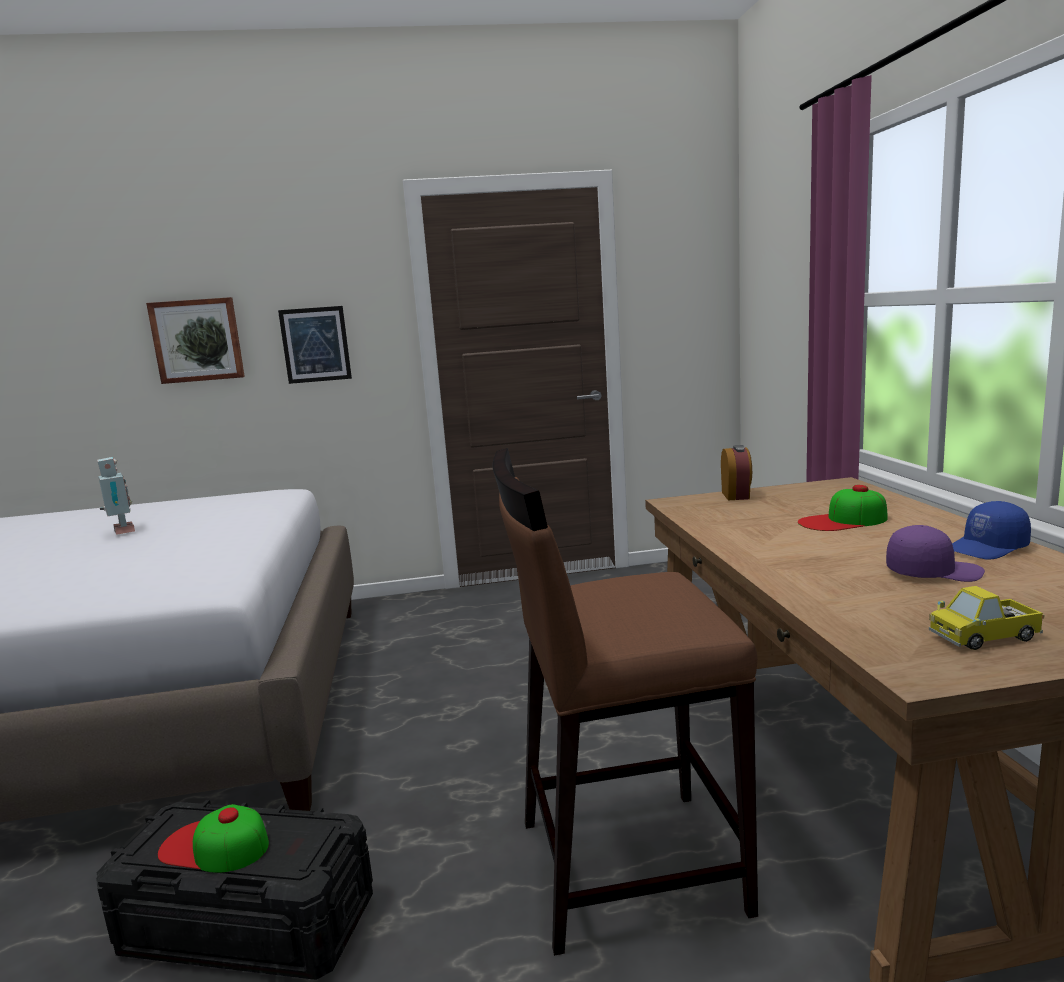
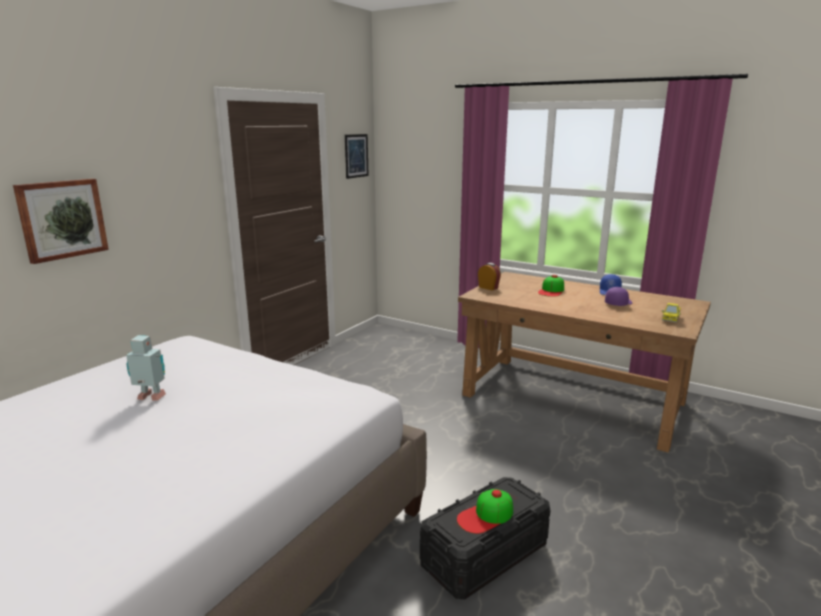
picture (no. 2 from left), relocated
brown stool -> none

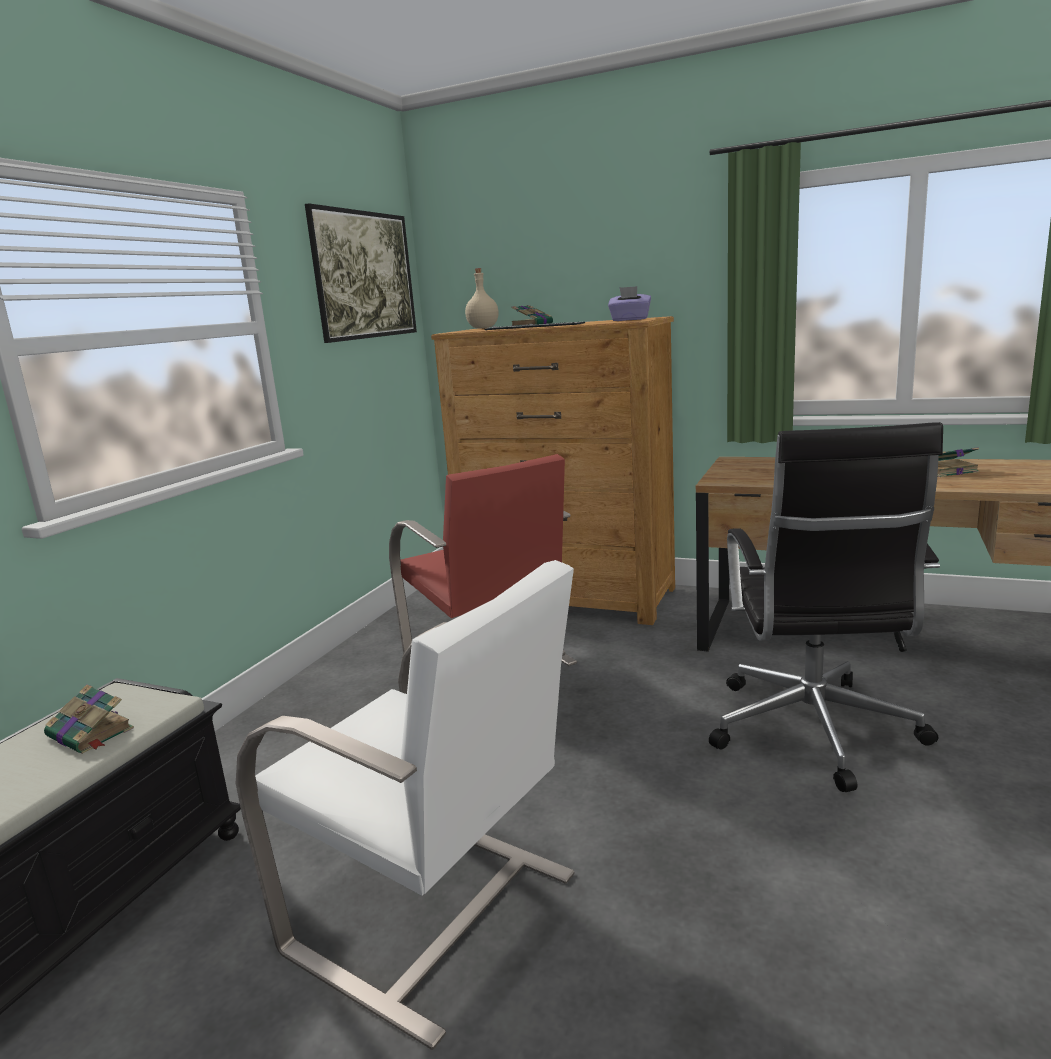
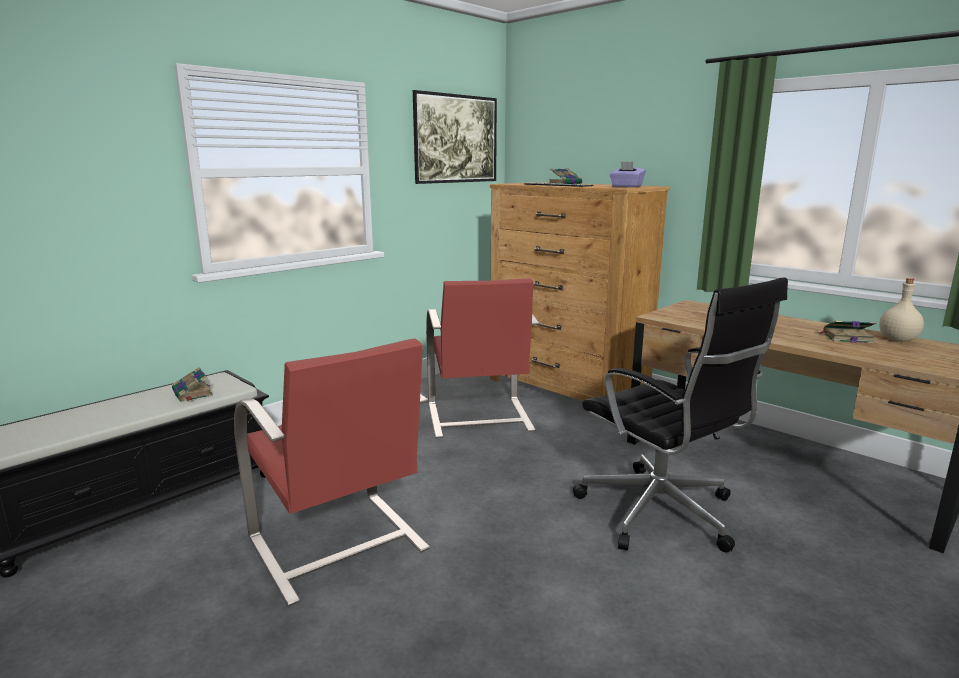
white armchair -> red armchair (no. 1 from left)
black office chair, 60 degrees counterclockwise
beige bottle, relocated

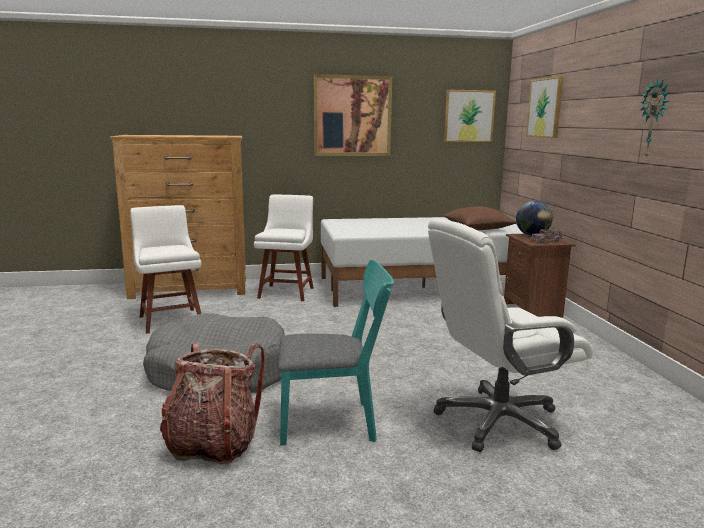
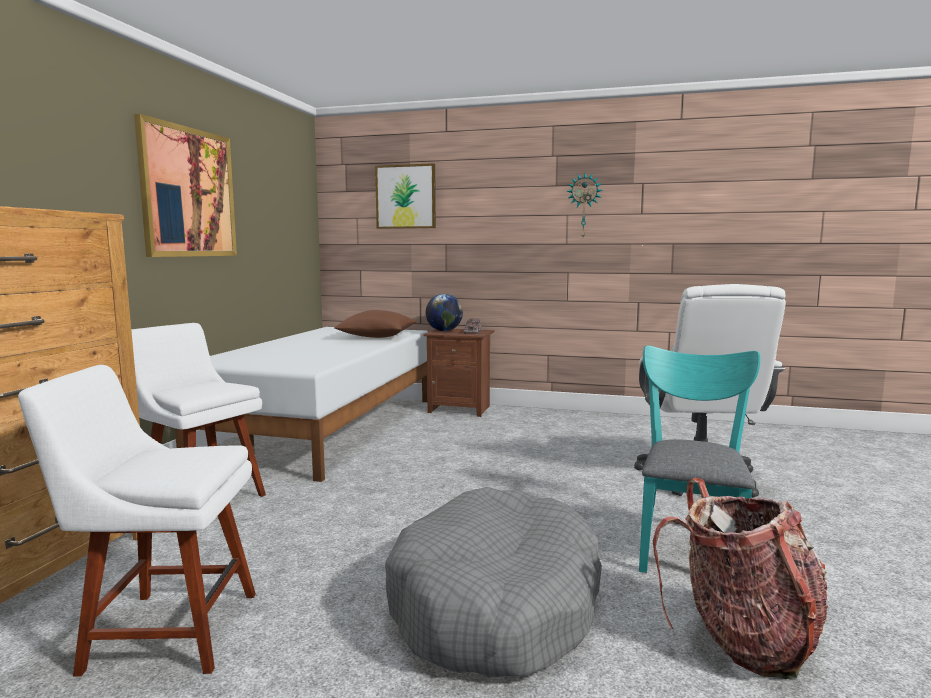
picture (no. 2 from left) -> none

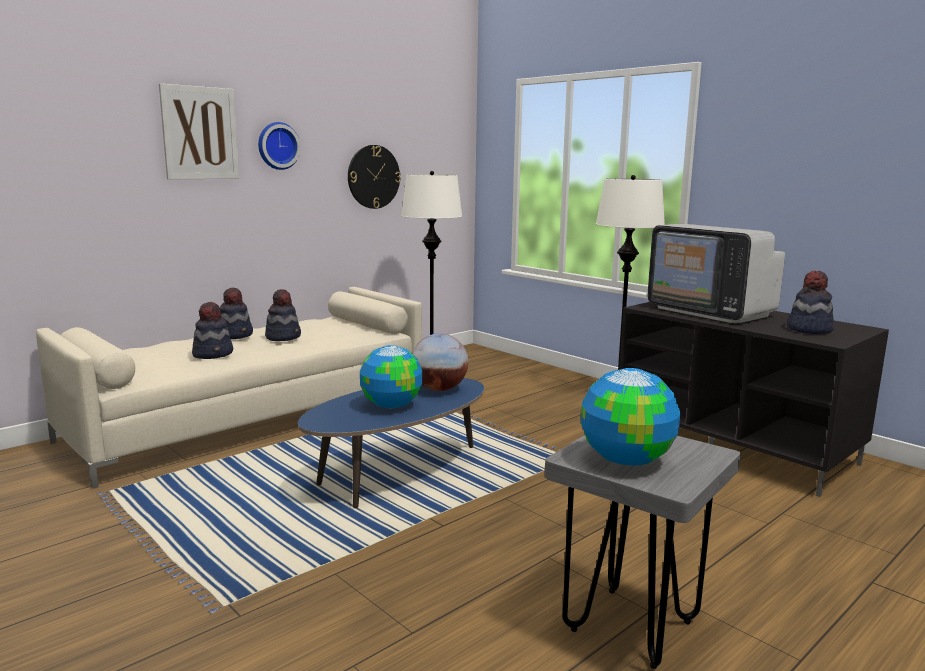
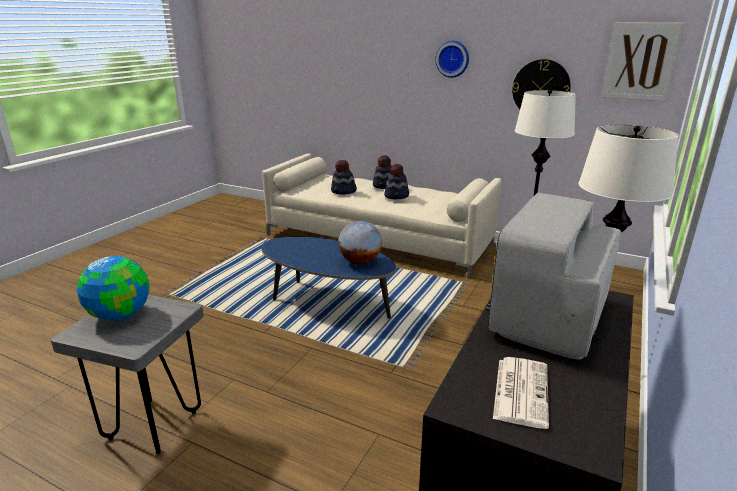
hat (no. 4 from left) -> newspaper
picture, relocated
globe (no. 1 from left) -> none

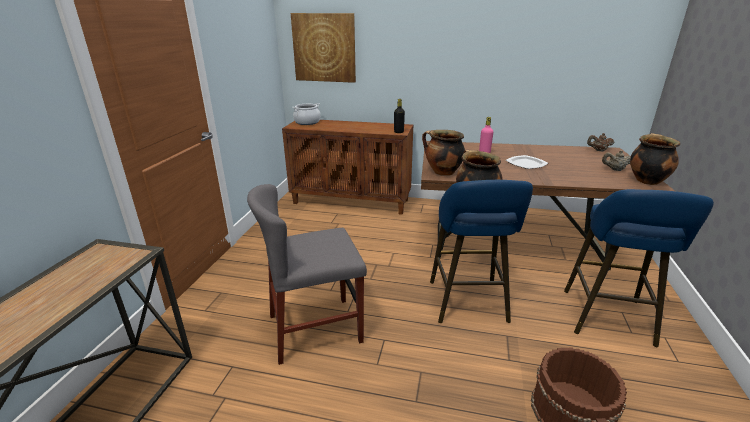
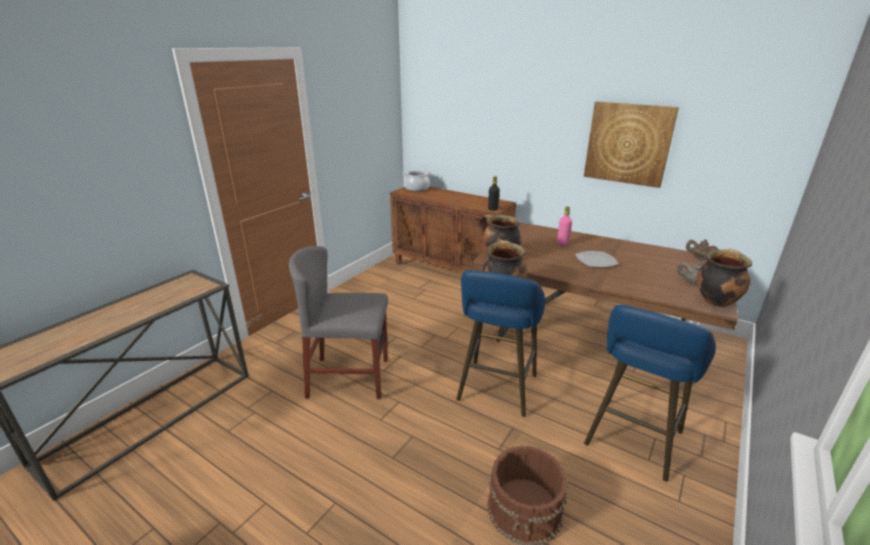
picture, relocated

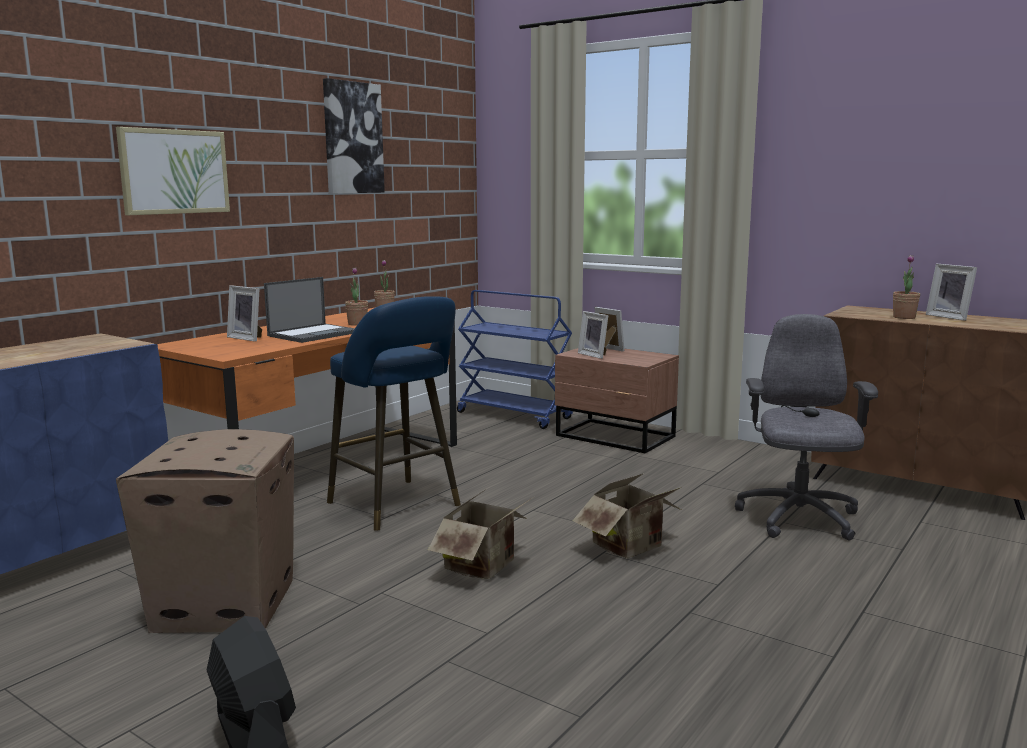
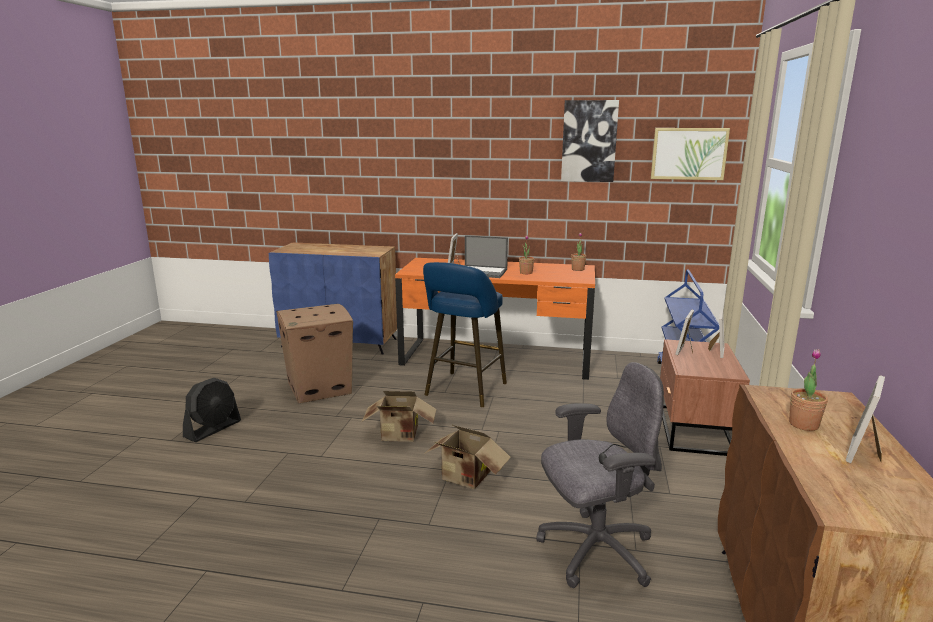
picture (no. 1 from left in the first image) -> picture (no. 2 from left), relocated

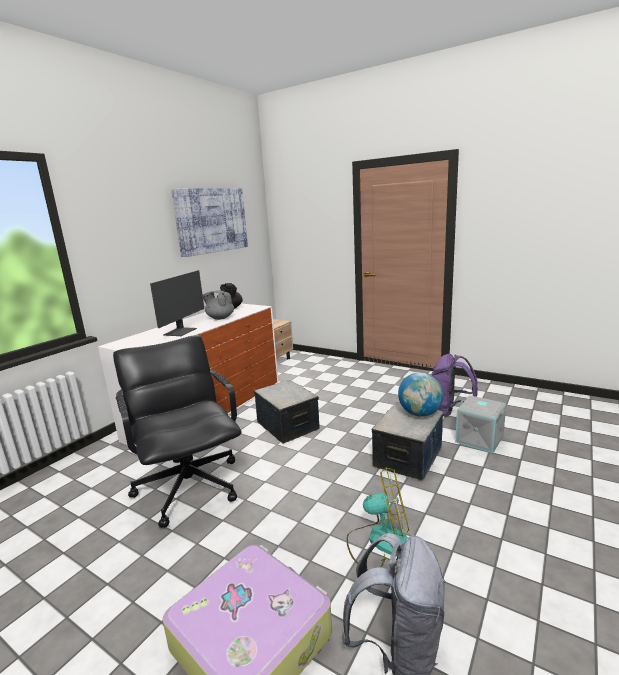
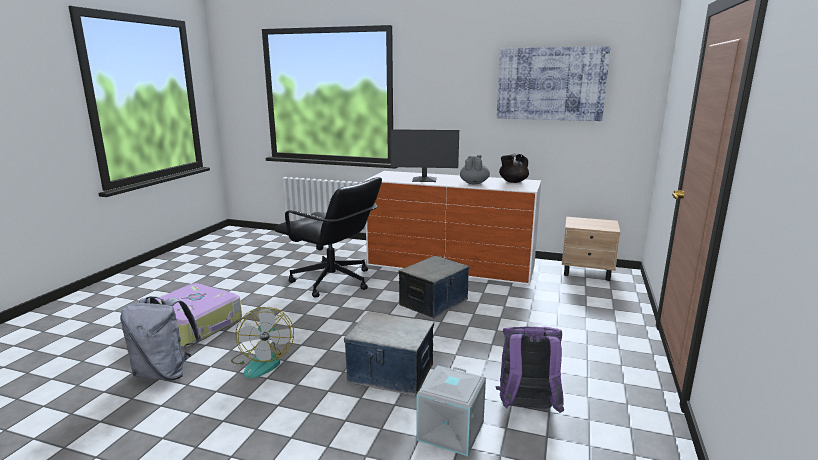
black office chair, 75 degrees clockwise
globe -> none

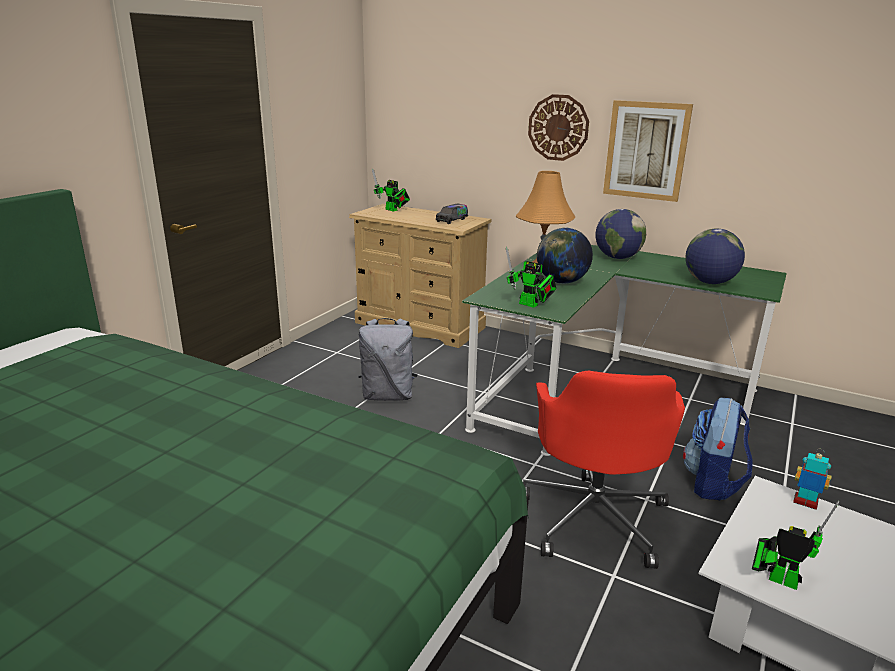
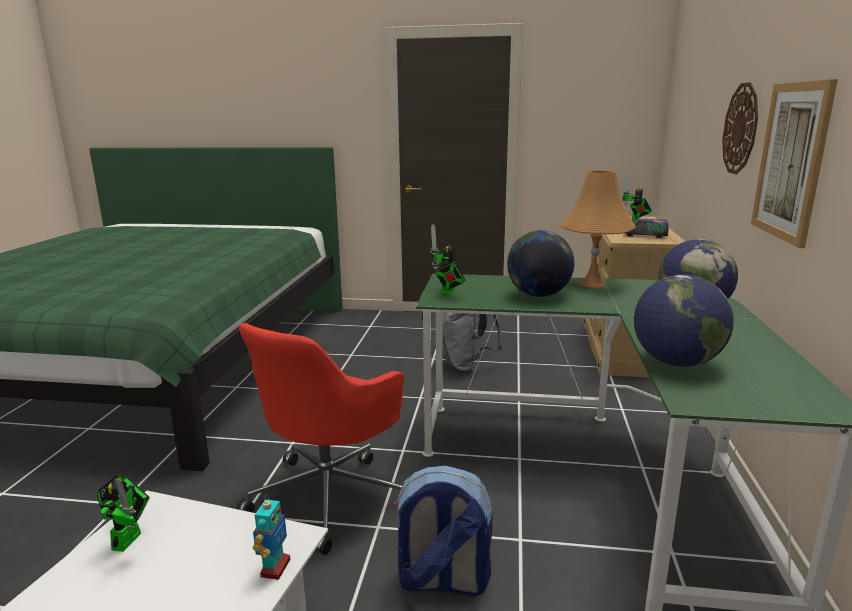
red office chair, 45 degrees counterclockwise

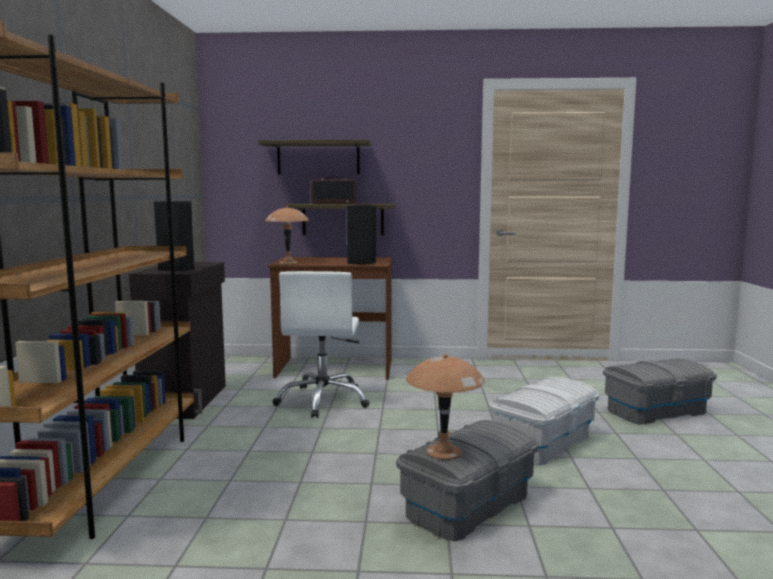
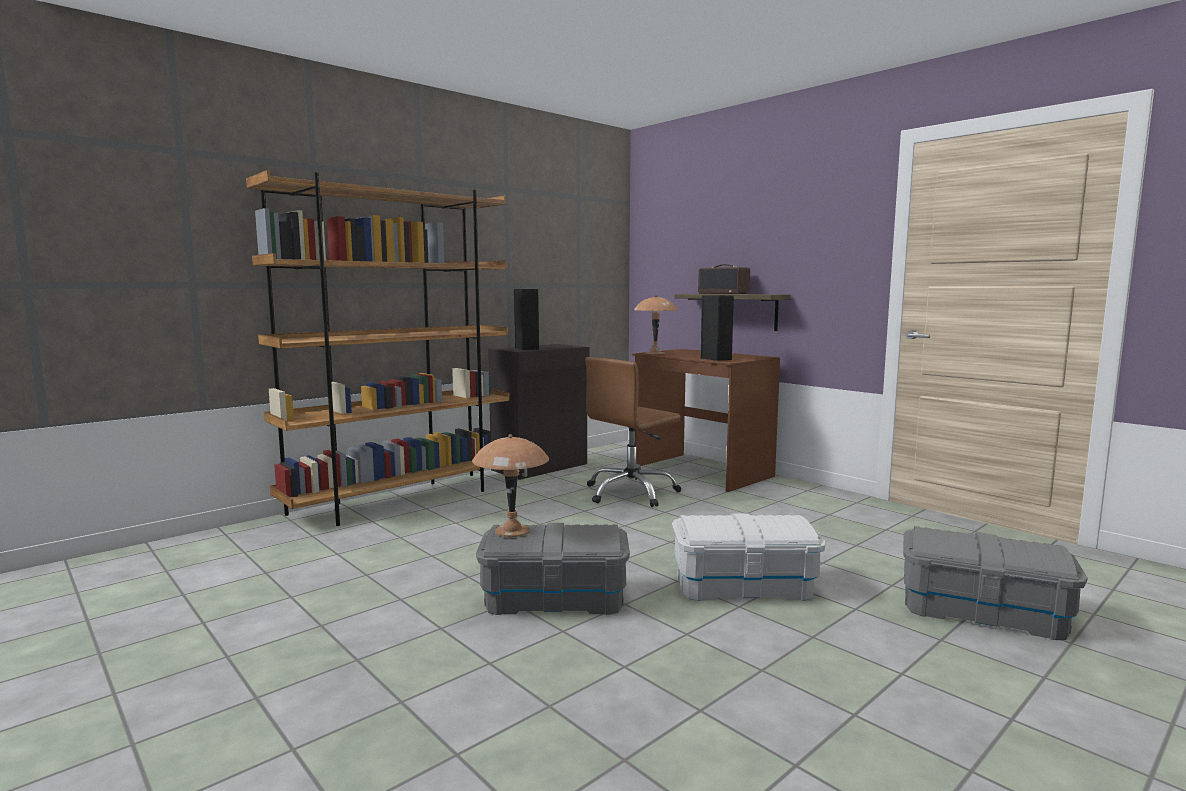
white office chair -> brown office chair
shelf (no. 1 from left) -> none

